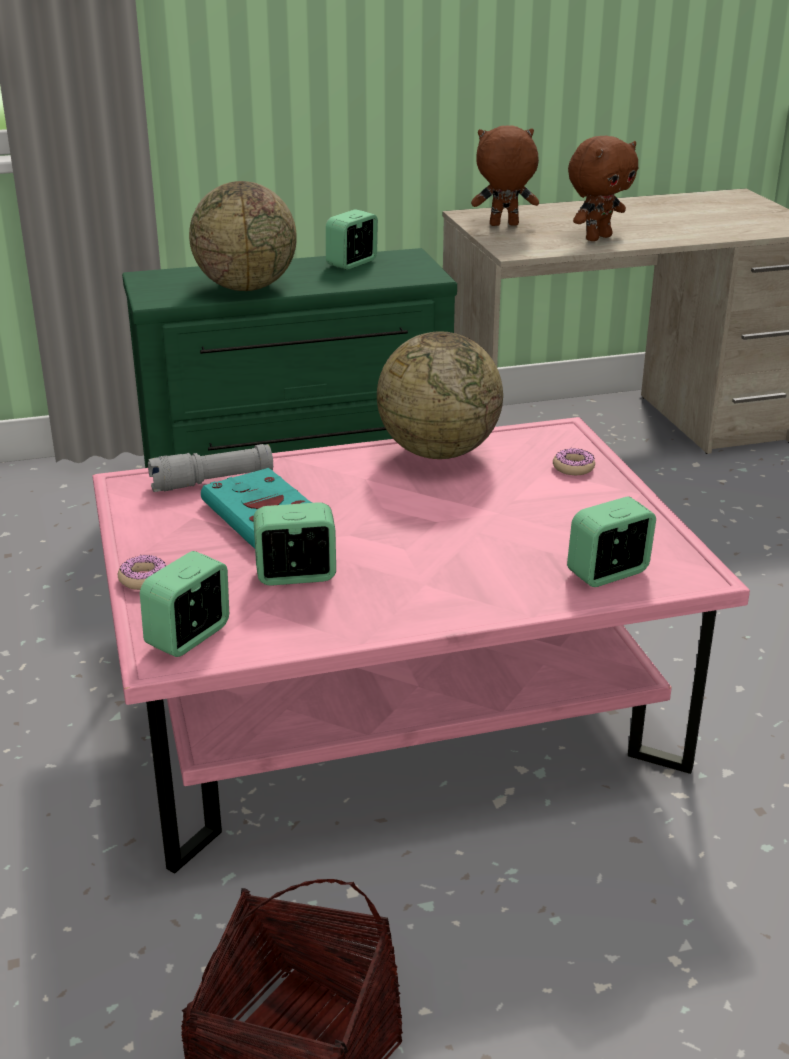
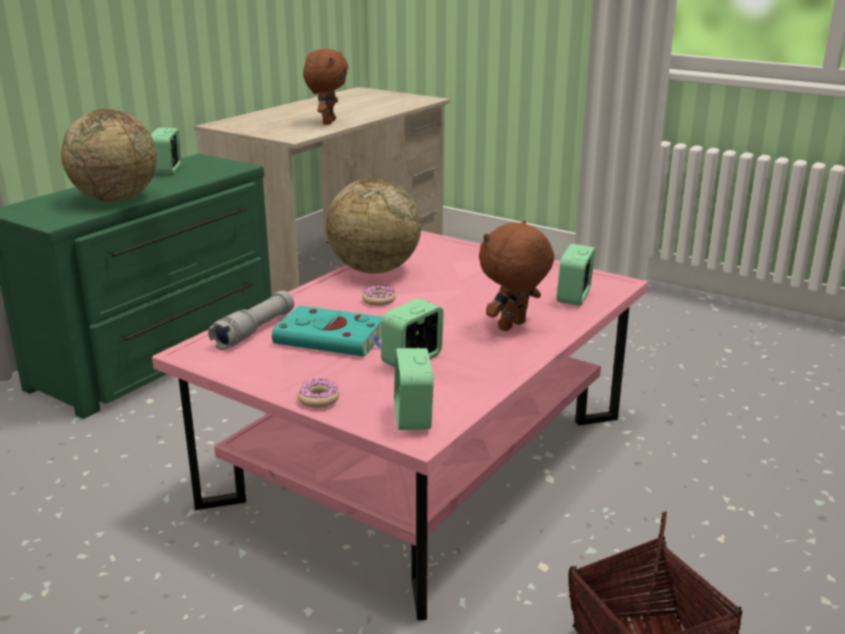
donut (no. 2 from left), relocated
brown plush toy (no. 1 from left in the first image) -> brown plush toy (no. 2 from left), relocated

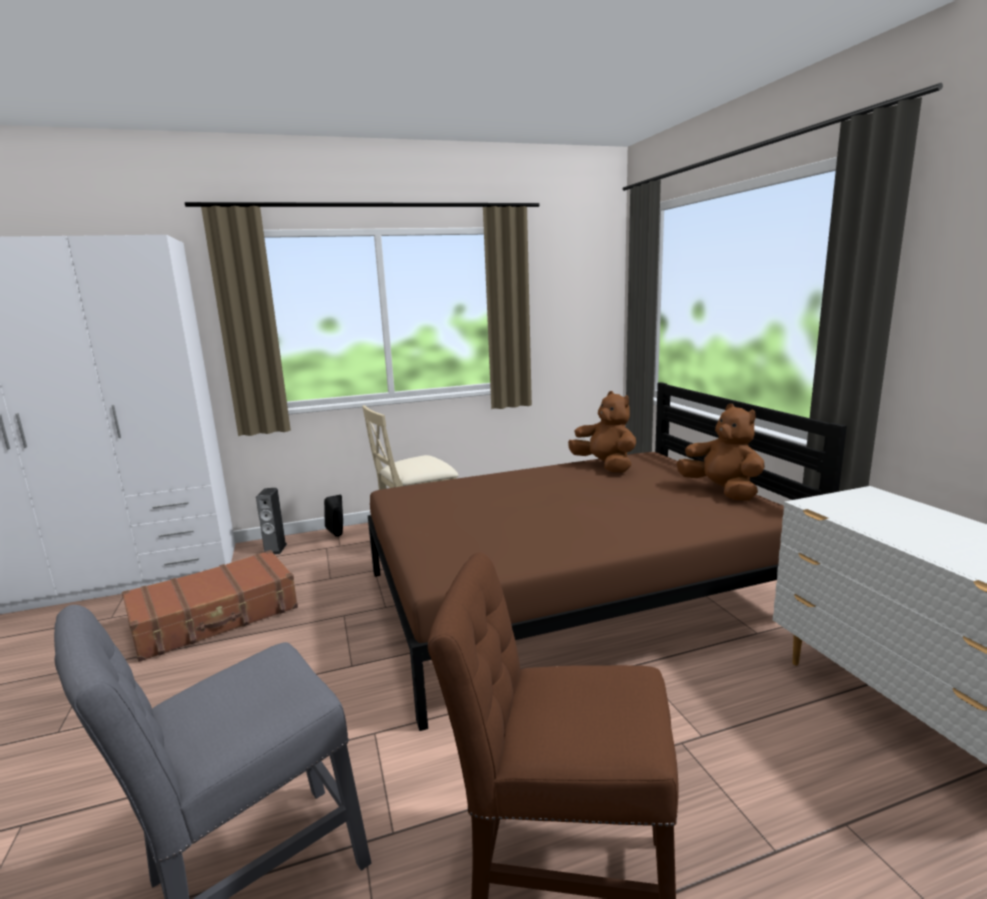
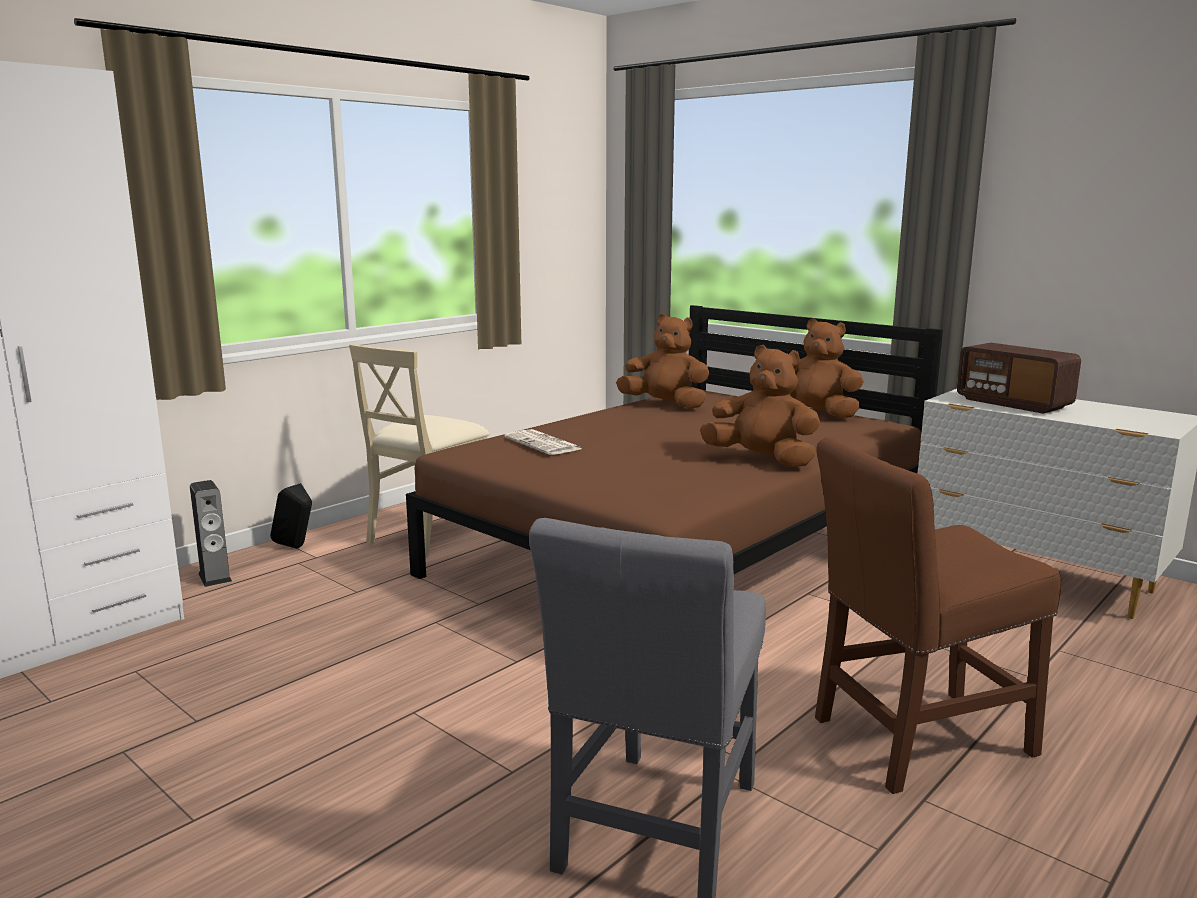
none -> newspaper
none -> brown plush toy (no. 2 from left)
none -> radio
brown suitcase -> none

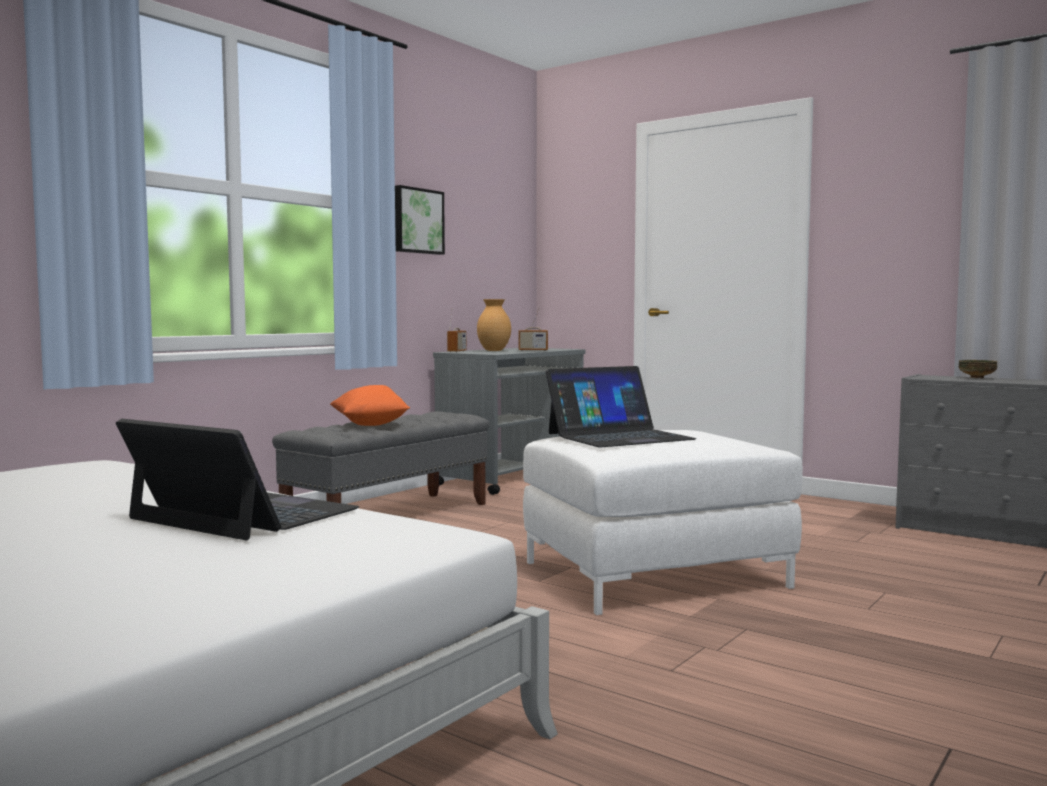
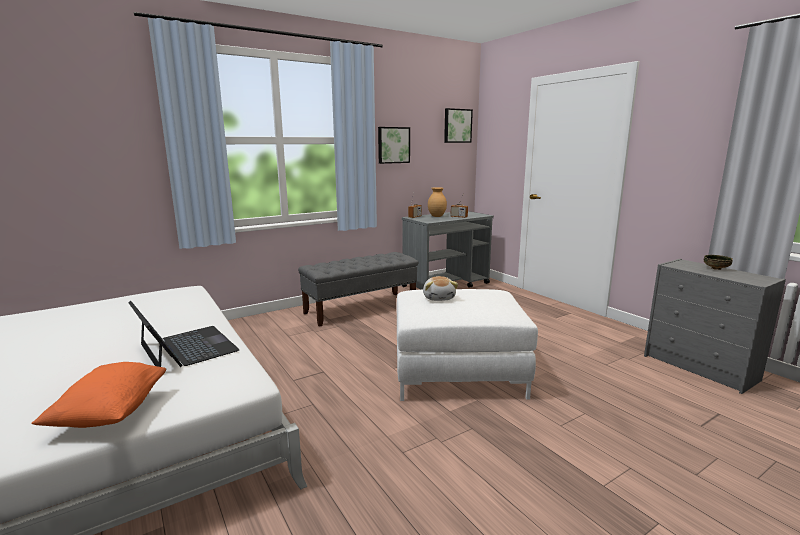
orange pillow, relocated
laptop (no. 2 from left) -> plush toy
none -> picture (no. 2 from left)

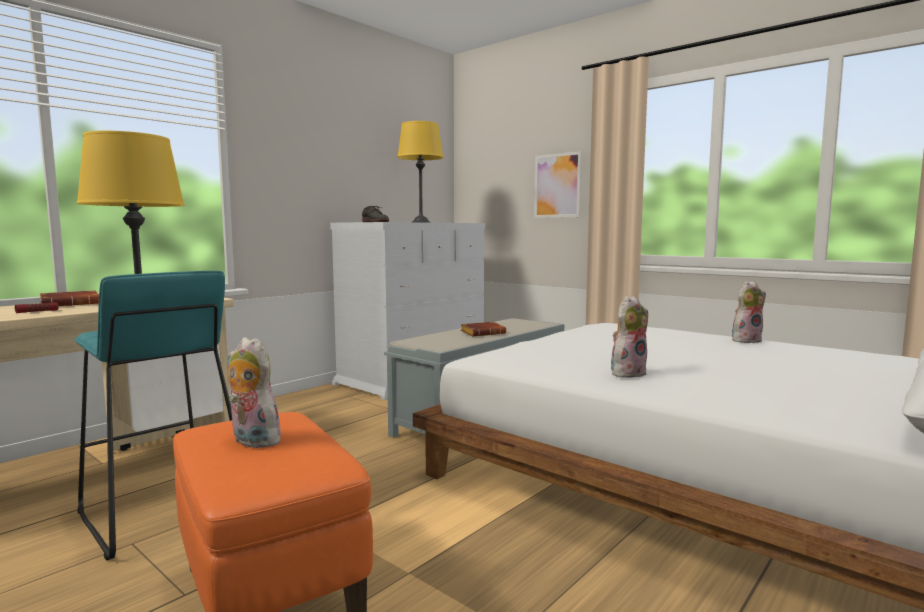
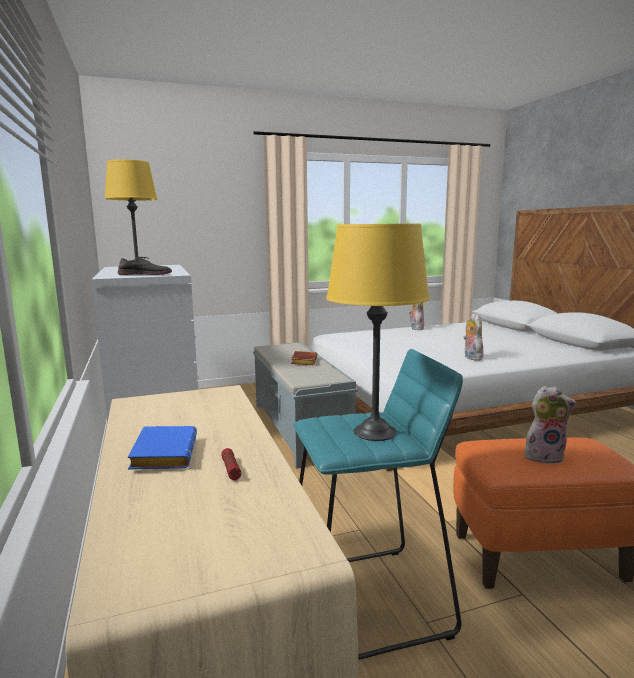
brown book (no. 1 from left) -> blue book
plush toy (no. 1 from left in the first image) -> plush toy (no. 3 from left), 150 degrees counterclockwise
picture -> none

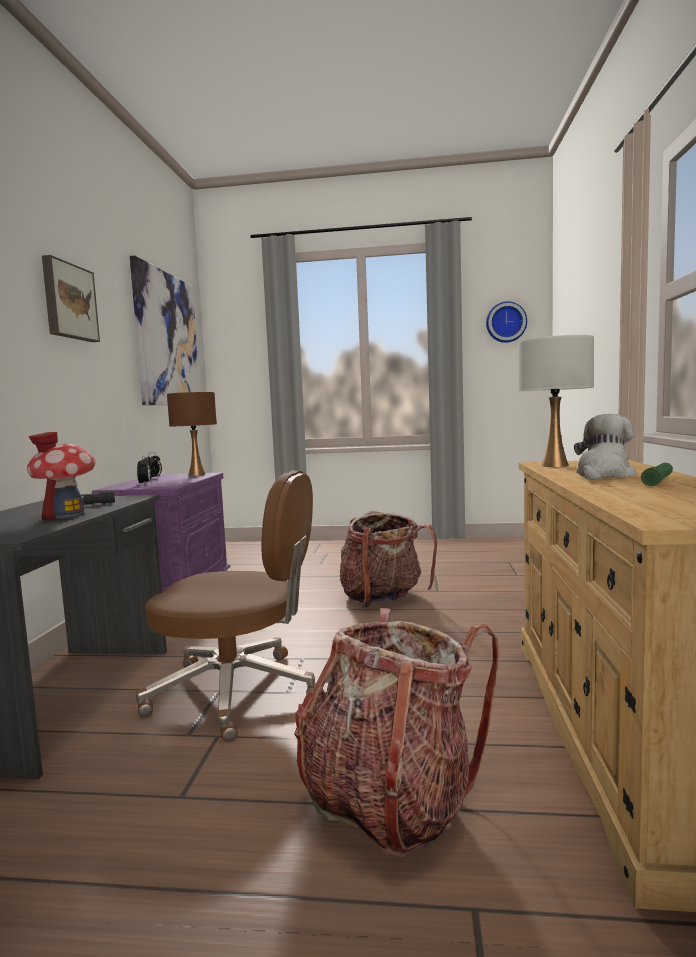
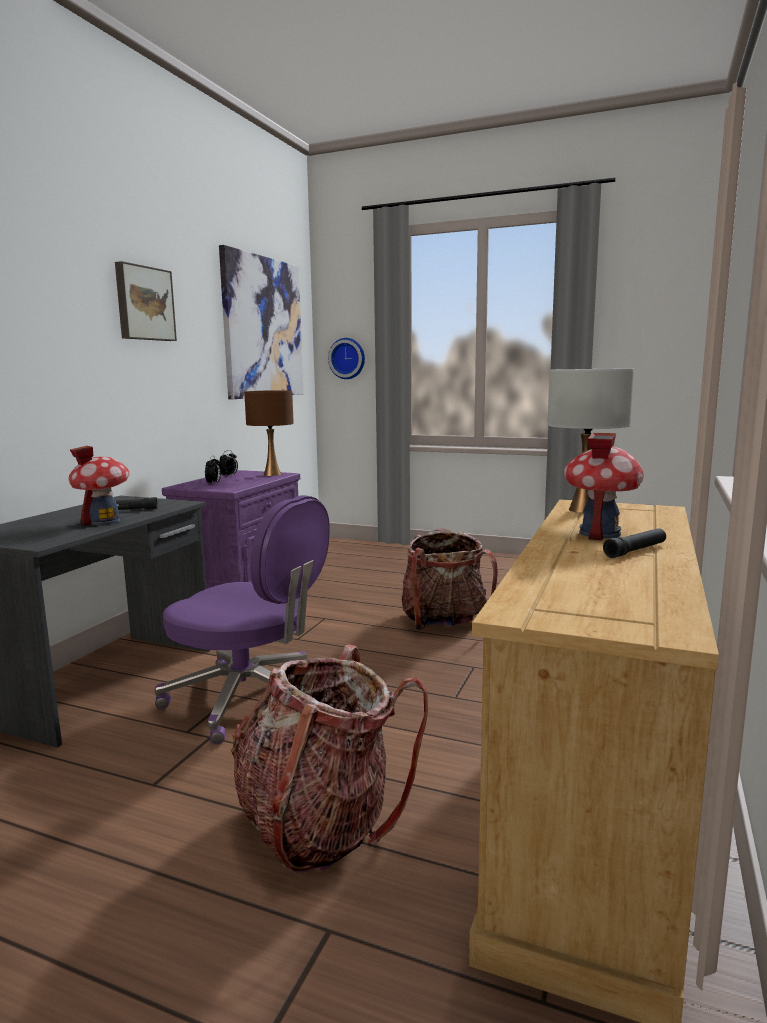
brown office chair -> purple office chair
wall clock, relocated
plush toy -> toy house (no. 2 from left)
green flashlight -> black flashlight (no. 2 from left)

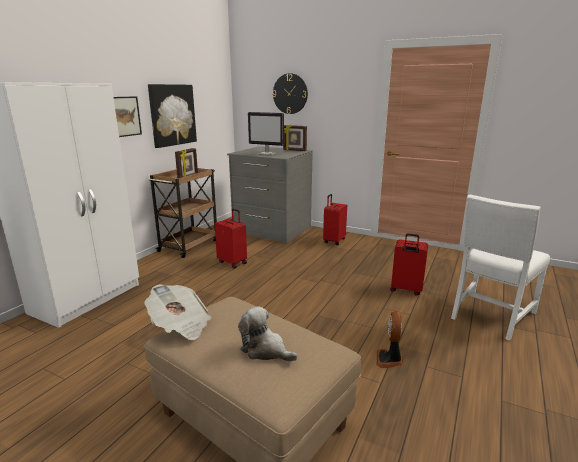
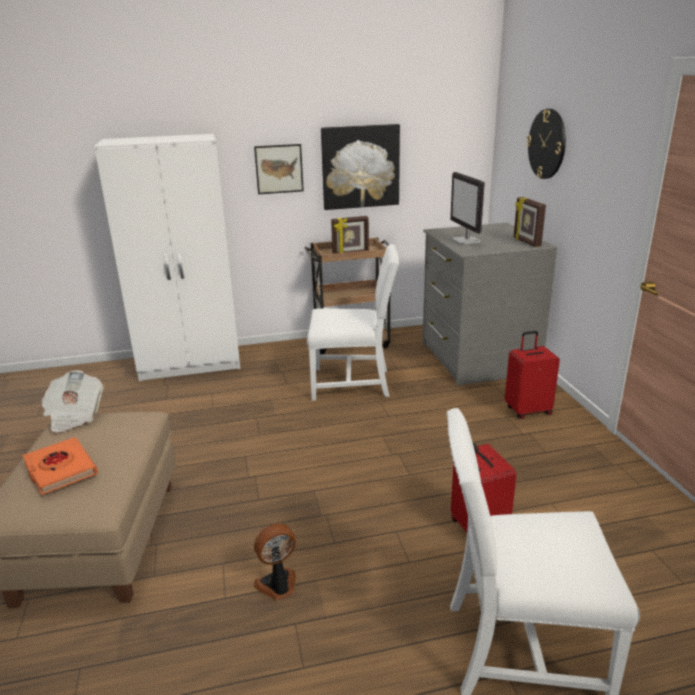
plush toy -> orange book
red suitcase (no. 1 from left) -> white chair (no. 1 from left)

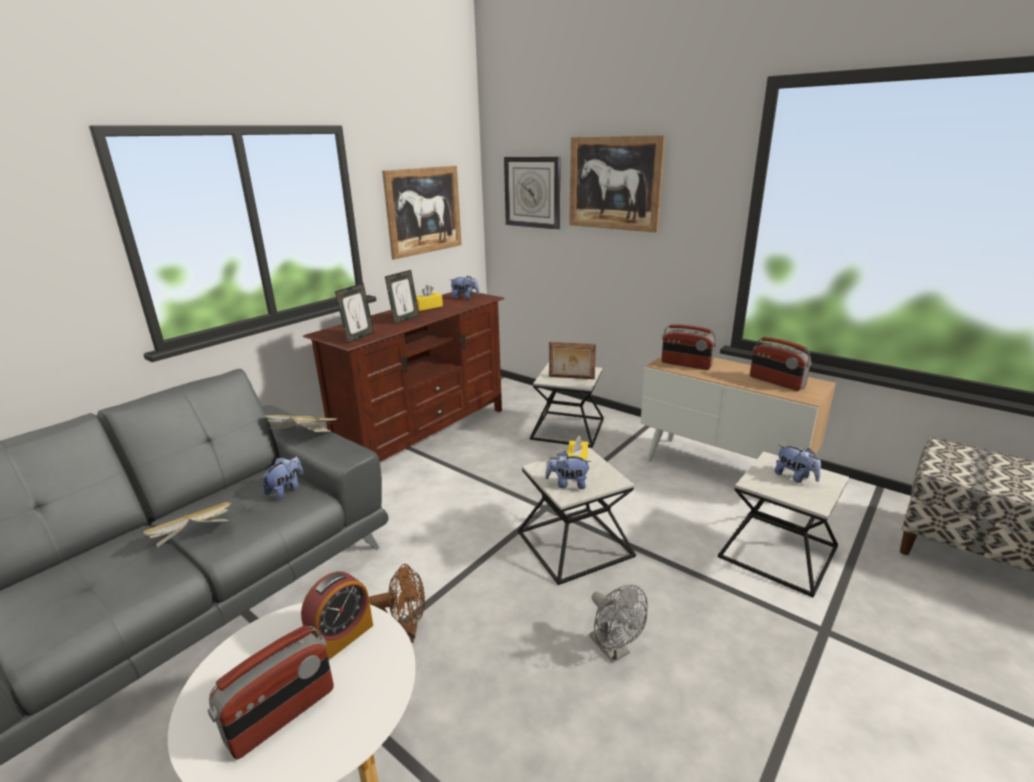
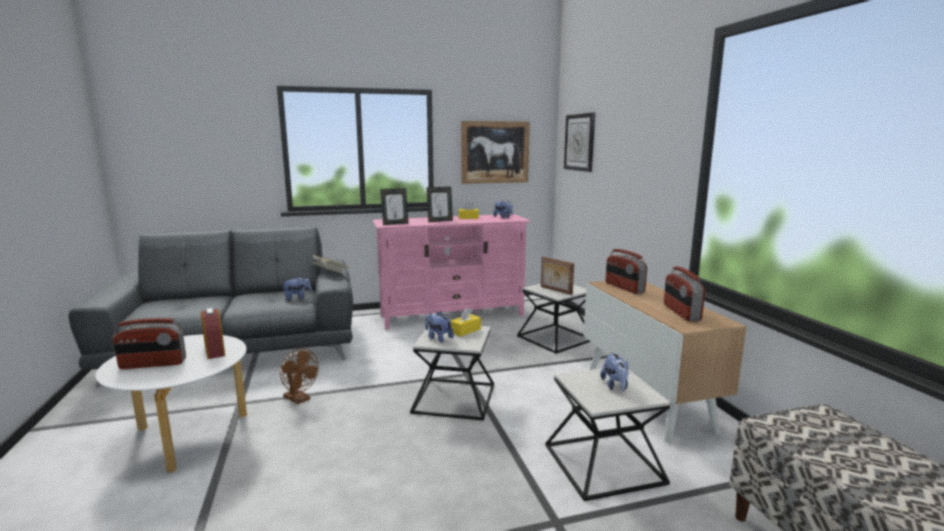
alarm clock, 105 degrees counterclockwise
brown tv stand -> pink tv stand
book (no. 1 from left) -> none
picture (no. 2 from left) -> none
grey fan -> none

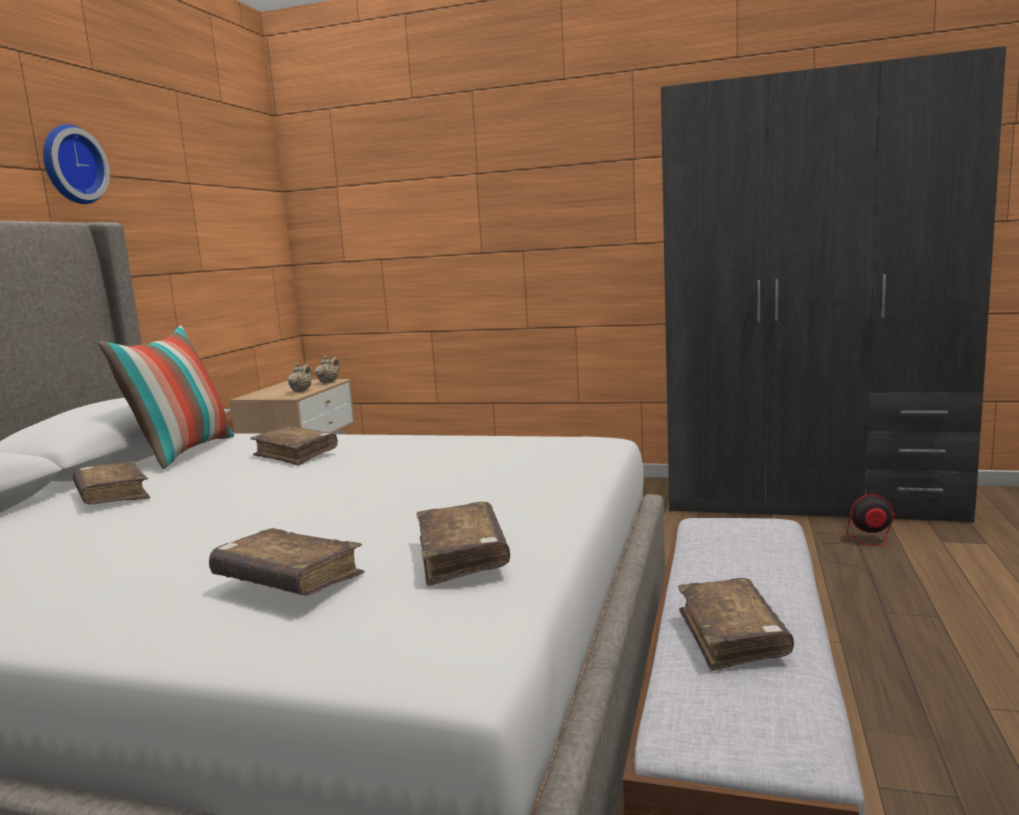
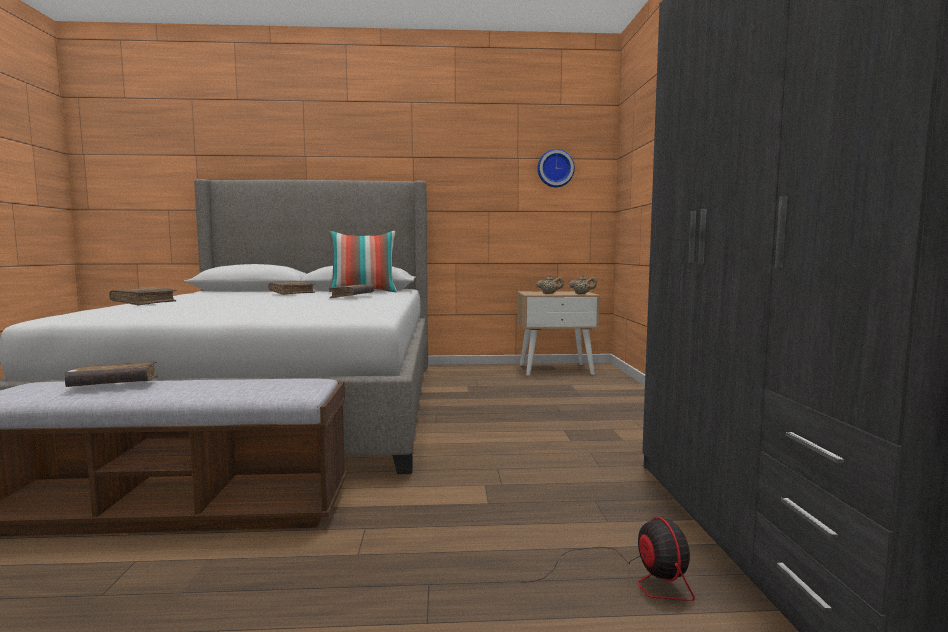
wall clock, relocated
brown book (no. 4 from left) -> none

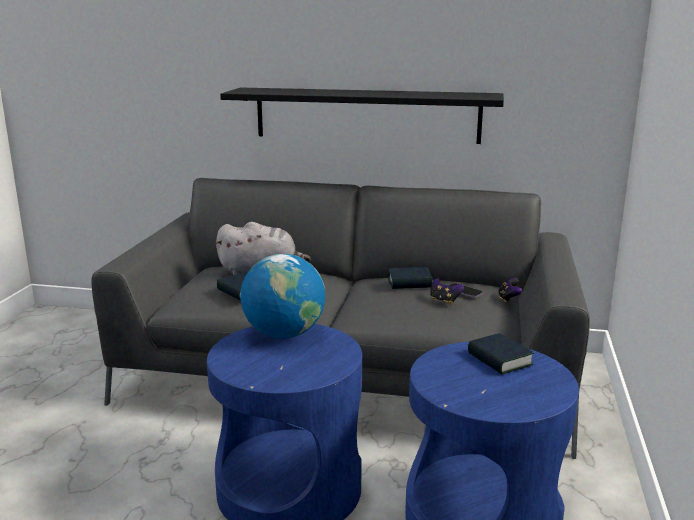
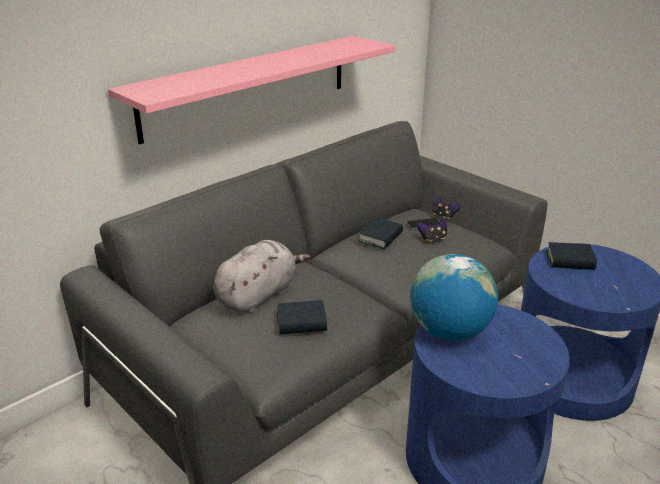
black shelf -> pink shelf

